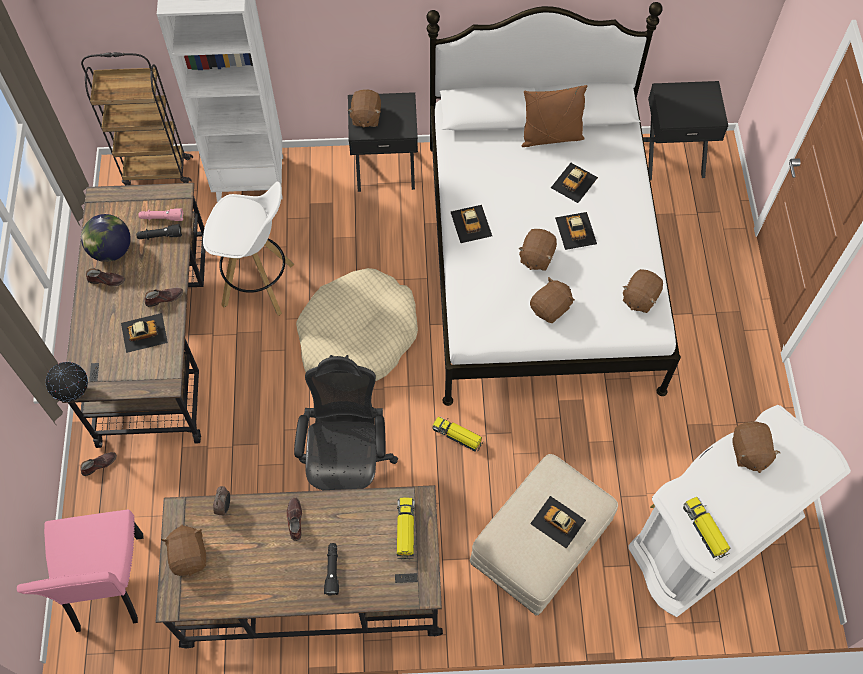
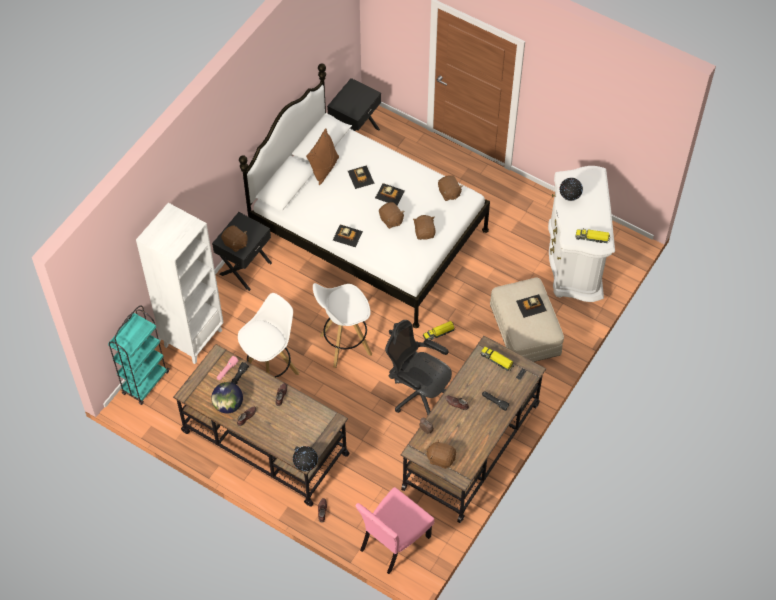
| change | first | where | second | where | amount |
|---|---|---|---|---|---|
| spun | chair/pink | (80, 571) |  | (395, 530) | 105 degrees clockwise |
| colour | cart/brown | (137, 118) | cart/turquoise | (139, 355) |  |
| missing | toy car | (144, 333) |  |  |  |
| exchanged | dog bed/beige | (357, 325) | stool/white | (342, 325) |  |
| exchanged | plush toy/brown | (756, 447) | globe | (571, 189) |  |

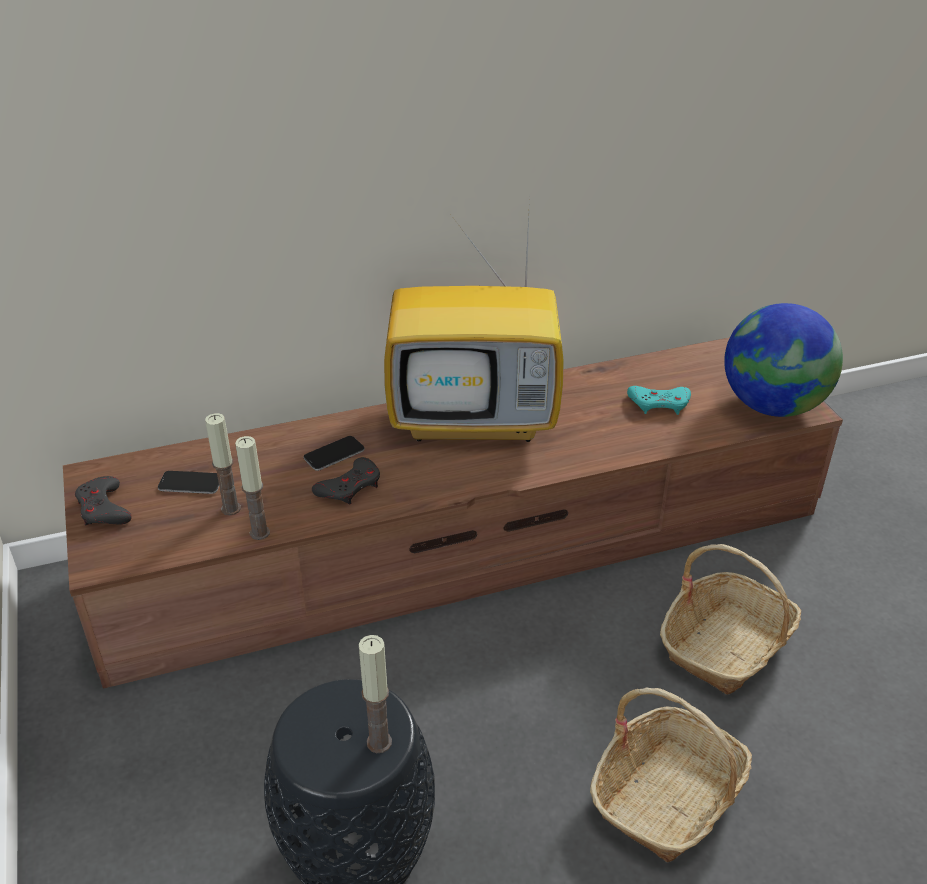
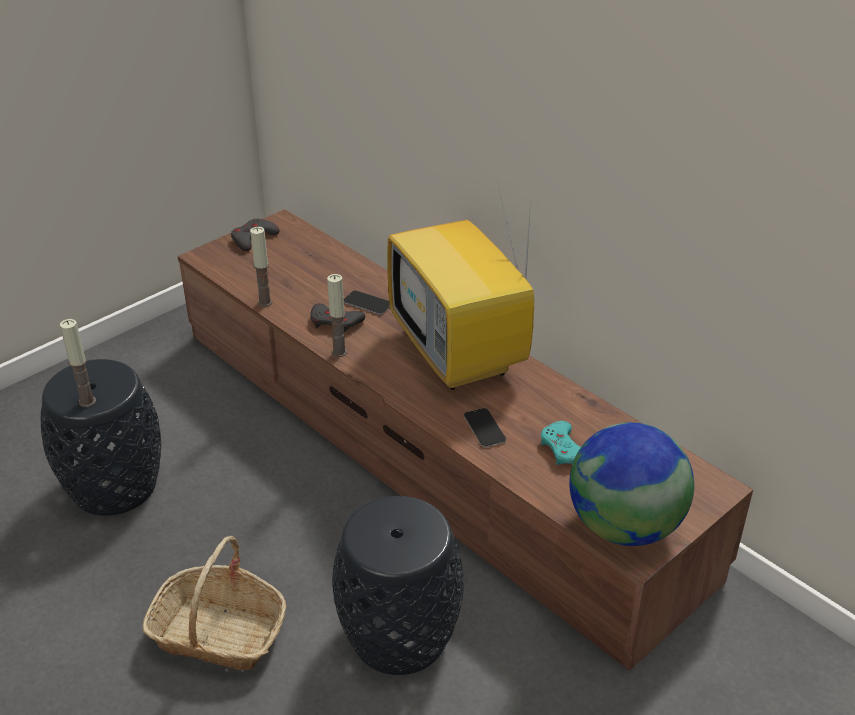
| change | first | where | second | where | amount |
|---|---|---|---|---|---|
| relocated | phone | (188, 482) |  | (485, 427) |  |
| relocated | candle | (223, 464) |  | (337, 315) |  |
| exchanged | basket | (730, 619) | stool/black | (398, 585) |  |

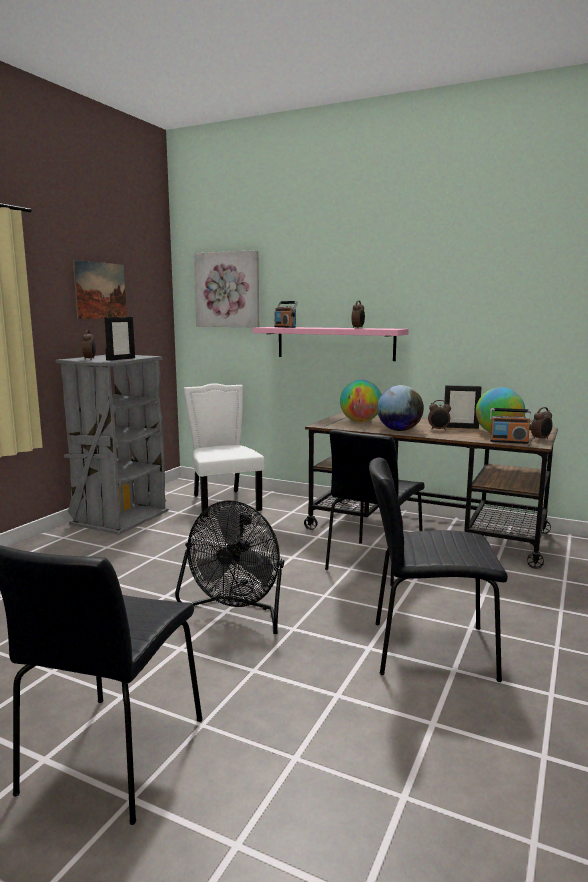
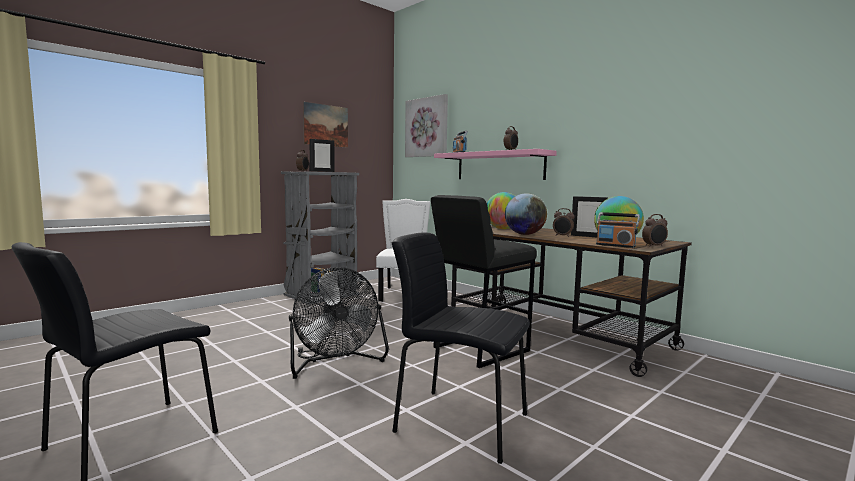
| change | first | where | second | where | amount |
|---|---|---|---|---|---|
| spun | fan/black | (229, 567) |  | (339, 323) | 75 degrees counterclockwise |
| exchanged | chair/black | (375, 508) | stool/black | (484, 281) |  |

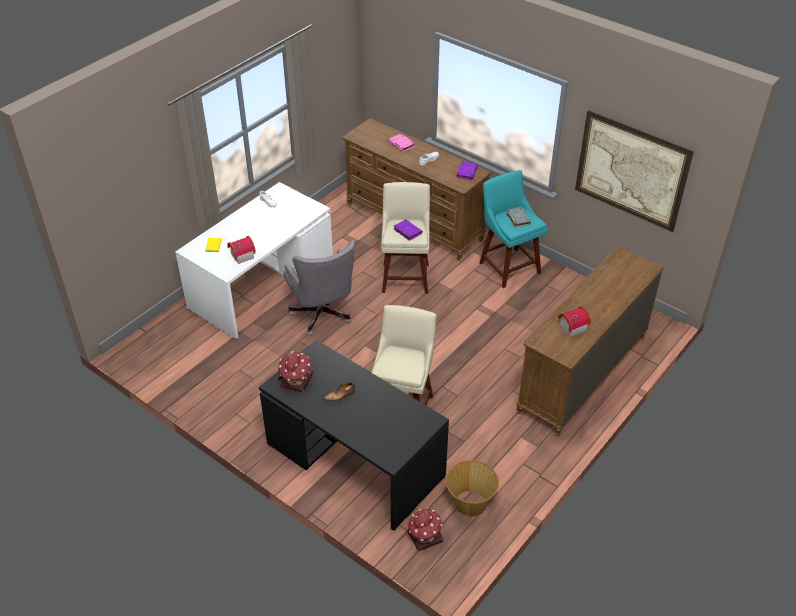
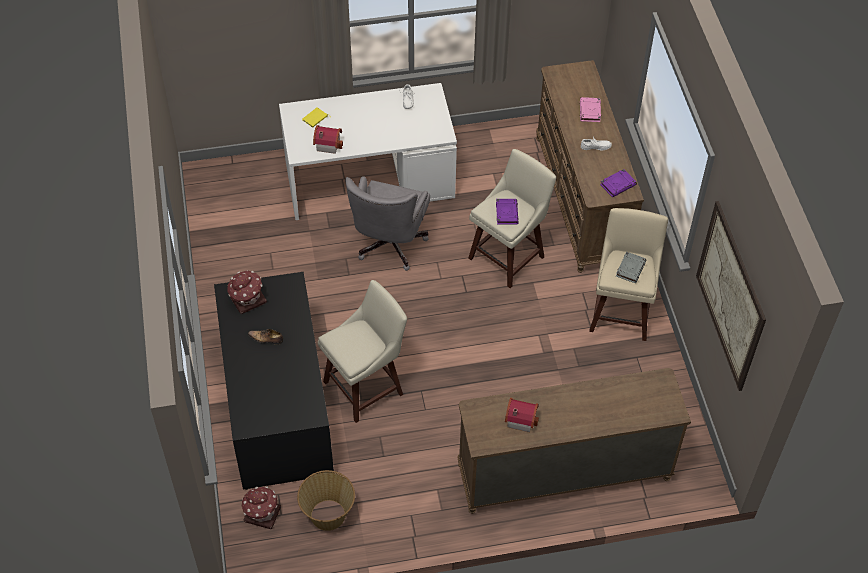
| change | first | where | second | where | amount |
|---|---|---|---|---|---|
| colour | stool/turquoise | (513, 229) | stool/beige | (628, 274) |  |

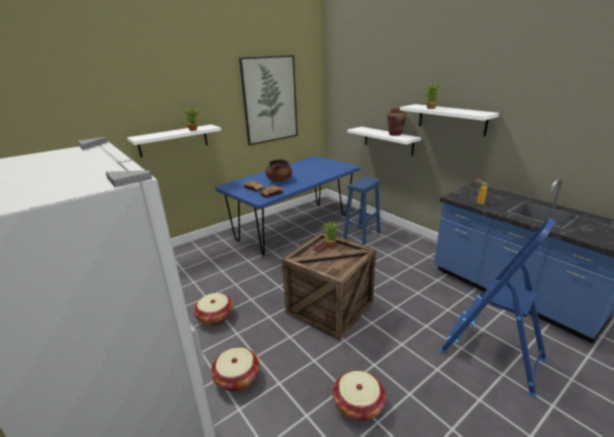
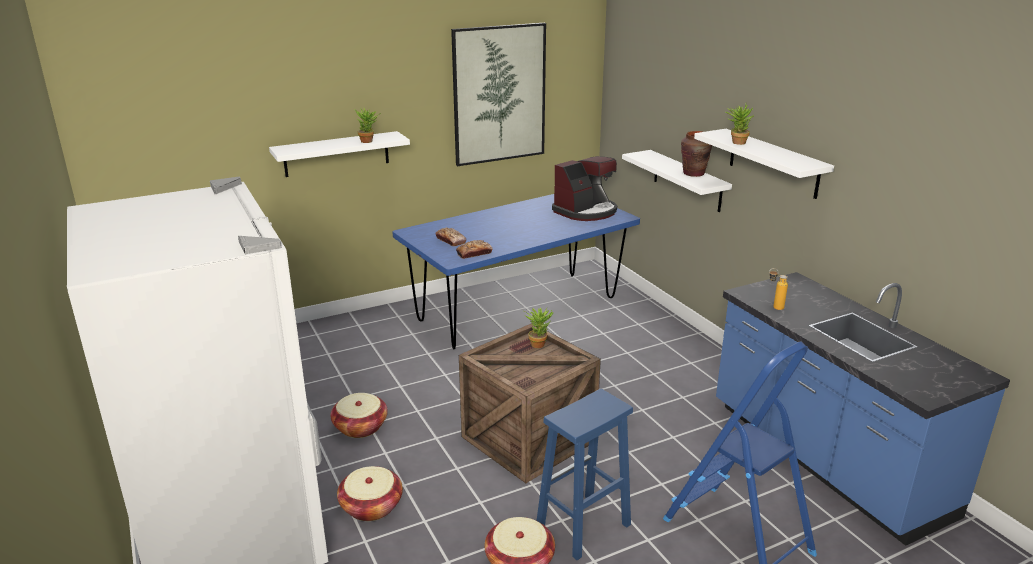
| change | first | where | second | where | amount |
|---|---|---|---|---|---|
| missing | cooking pot/brown | (278, 170) |  |  |  |
| relocated | stool/blue | (362, 211) |  | (585, 474) |  |
| appeared |  |  | coffee machine | (584, 188) |  |

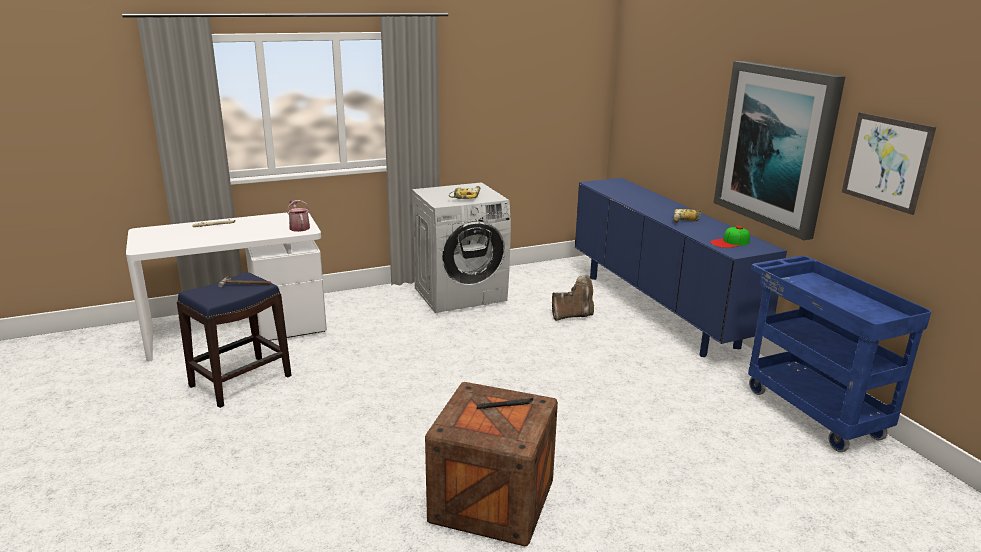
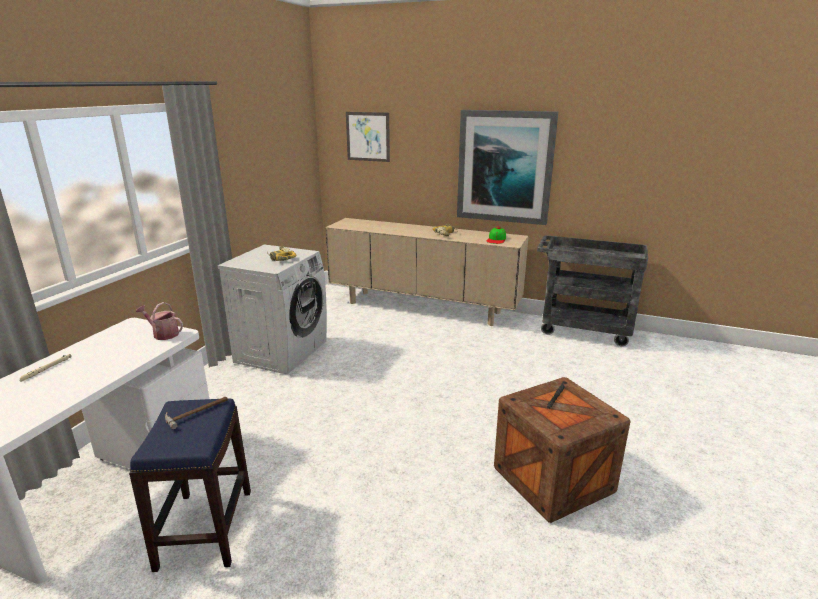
| change | first | where | second | where | amount |
|---|---|---|---|---|---|
| missing | boot/brown | (573, 298) |  |  |  |
| colour | cabinet/blue | (681, 267) | cabinet/beige | (427, 272) |  |
| colour | cart/blue | (839, 353) | cart/black | (592, 290) |  |
| relocated | picture | (889, 163) |  | (368, 137) |  |

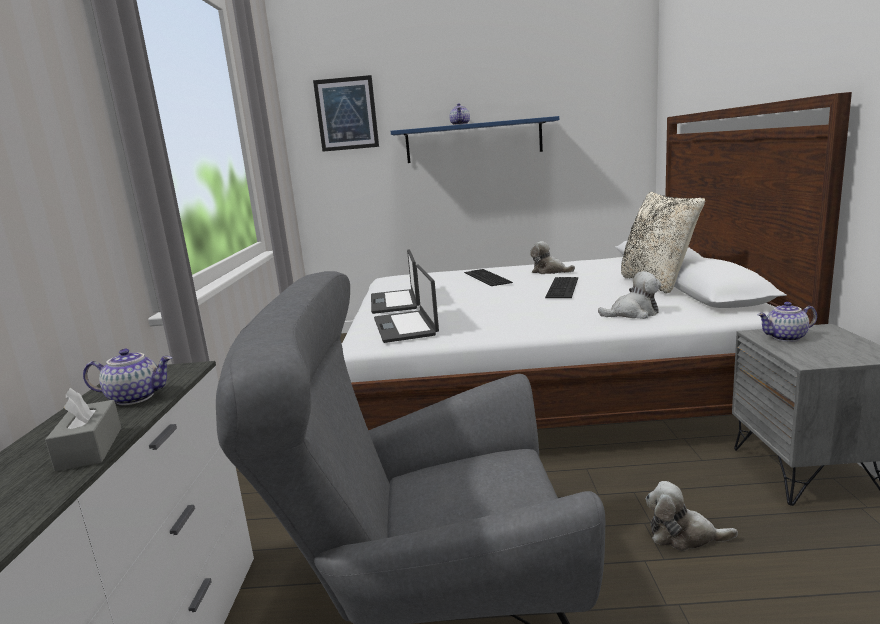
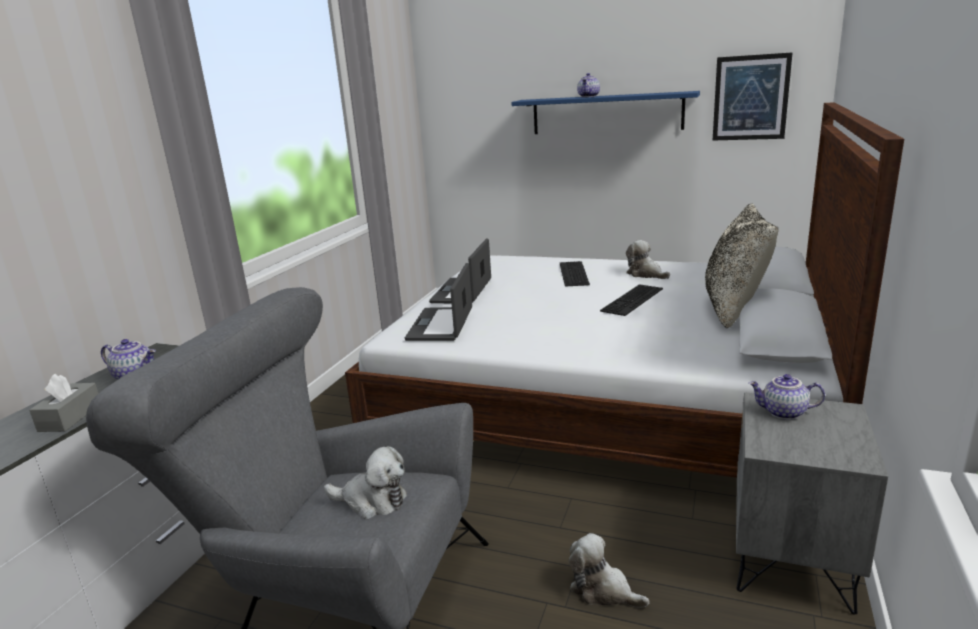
| change | first | where | second | where | amount |
|---|---|---|---|---|---|
| relocated | picture | (346, 113) |  | (753, 96) |  |
| relocated | plush toy | (629, 295) |  | (365, 482) |  |

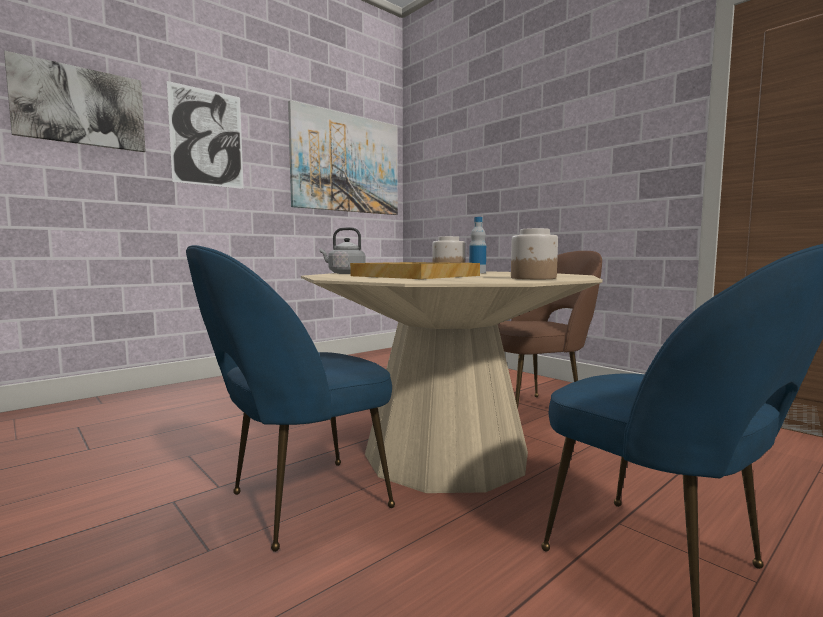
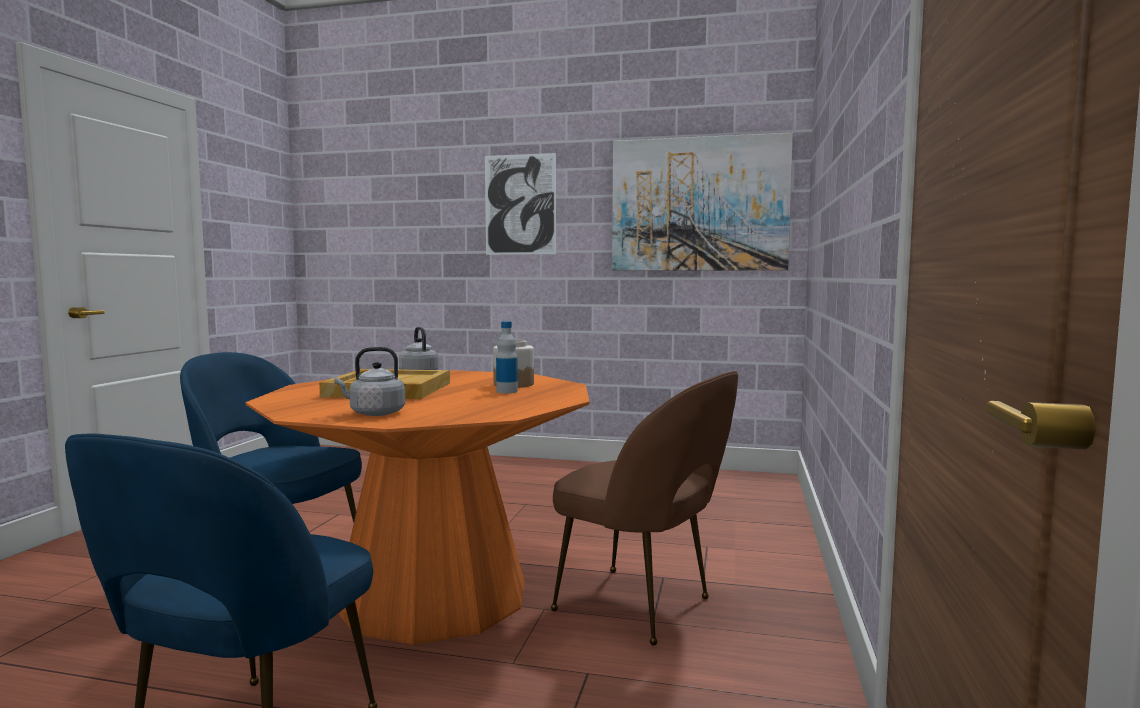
| change | first | where | second | where | amount |
|---|---|---|---|---|---|
| missing | picture | (74, 101) |  |  |  |
| colour | dining table/beige | (452, 382) | dining table/orange | (418, 507) |  |
| exchanged | jar | (534, 253) | kettle/grey | (369, 381) |  |

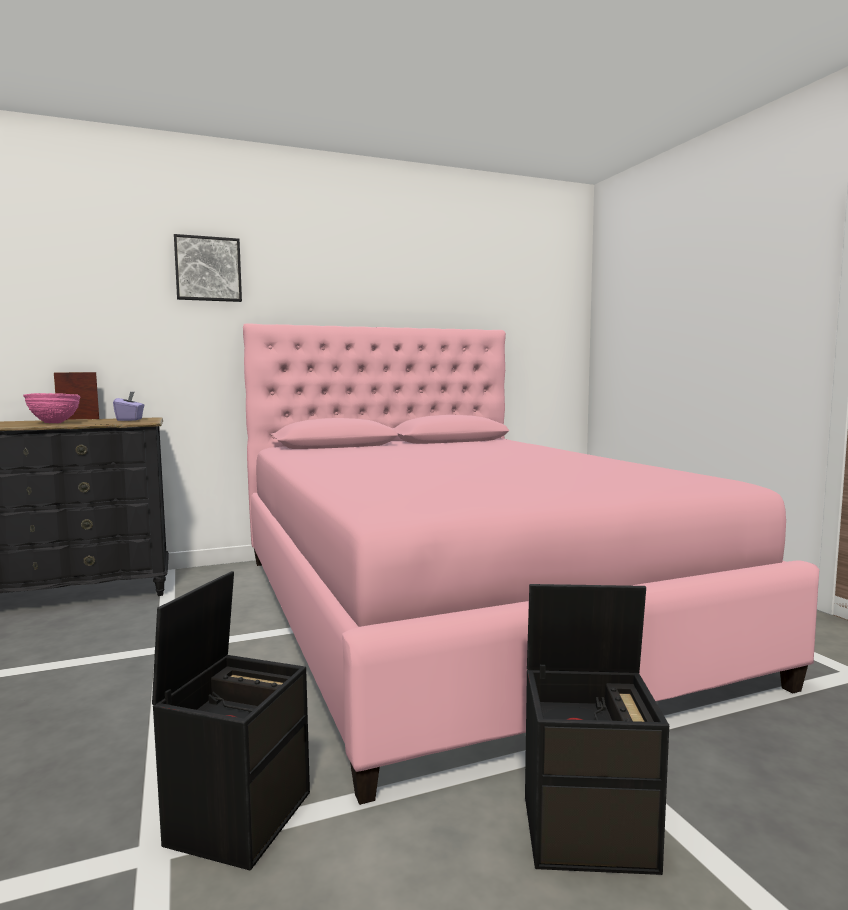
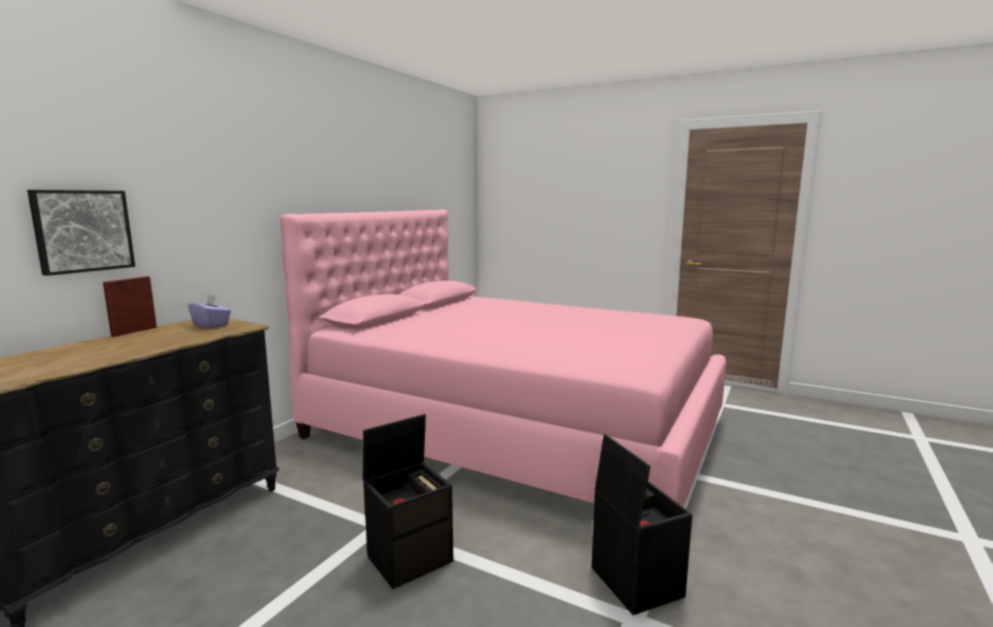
| change | first | where | second | where | amount |
|---|---|---|---|---|---|
| missing | bowl/pink | (51, 408) |  |  |  |
| relocated | picture | (208, 268) |  | (81, 233) |  |
| relocated | storage box/black | (597, 729) |  | (408, 501) |  |

